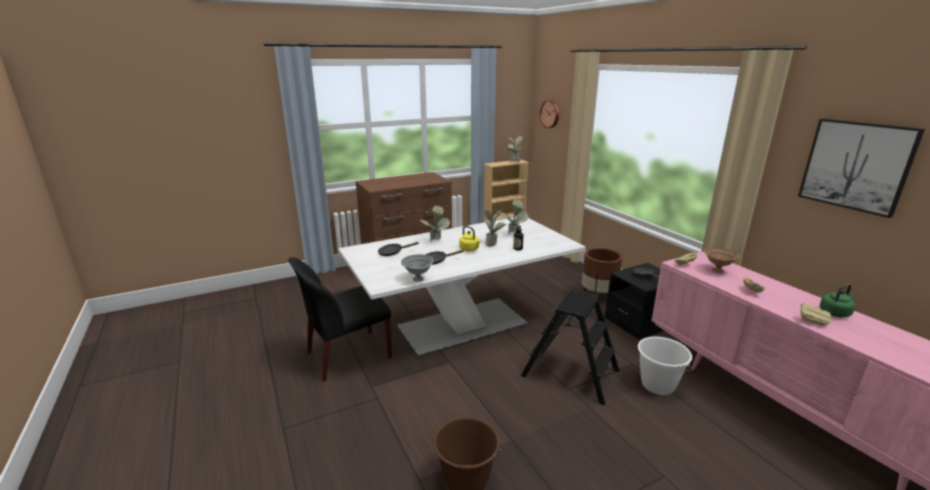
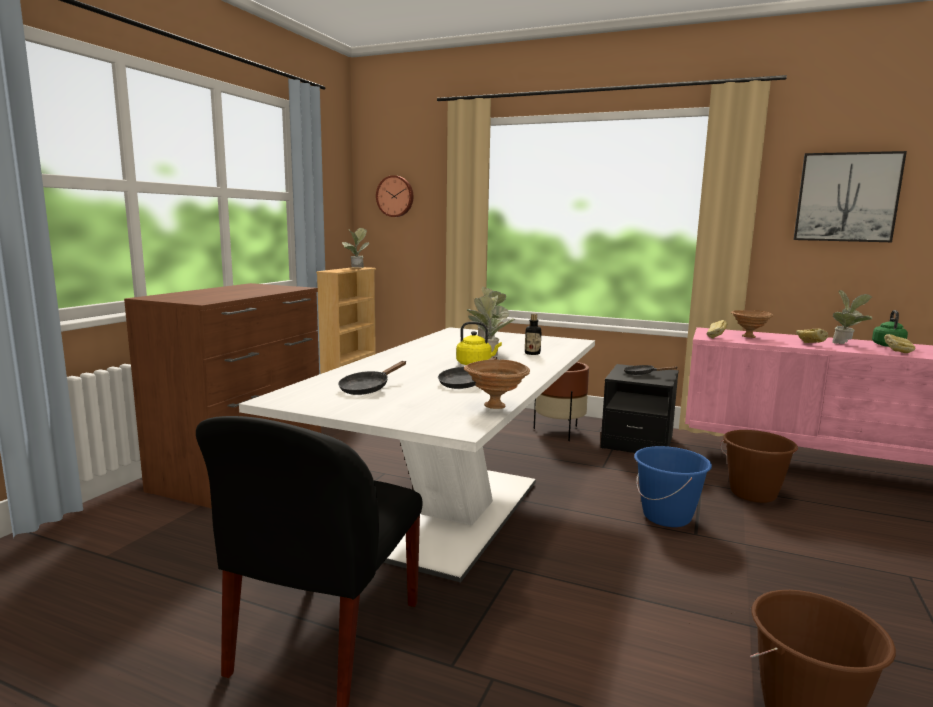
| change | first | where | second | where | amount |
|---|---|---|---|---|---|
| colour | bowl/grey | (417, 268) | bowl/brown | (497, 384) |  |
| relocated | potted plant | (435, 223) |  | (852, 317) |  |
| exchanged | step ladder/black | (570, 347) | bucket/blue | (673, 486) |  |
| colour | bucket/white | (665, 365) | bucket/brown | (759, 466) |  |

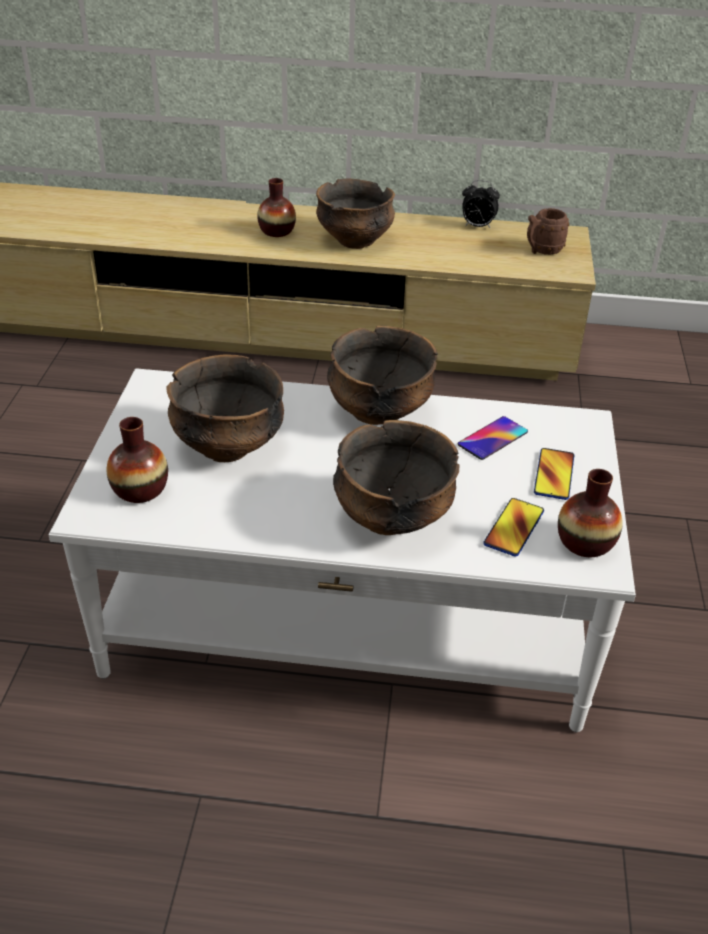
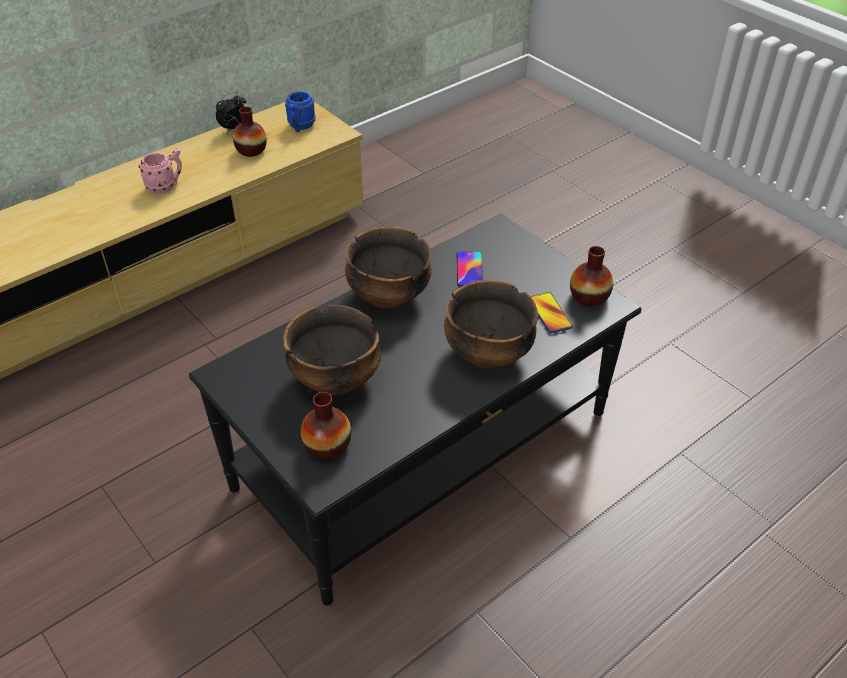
| change | first | where | second | where | amount |
|---|---|---|---|---|---|
| colour | coffee table/white | (342, 550) | coffee table/black | (415, 409) |  |
| relocated | vase | (276, 207) |  | (250, 132) |  |
| exchanged | bowl | (355, 213) | mug/pink | (160, 171) |  |
| colour | mug/brown | (548, 231) | mug/blue | (300, 111) |  |
| missing | phone | (554, 474) |  |  |  |

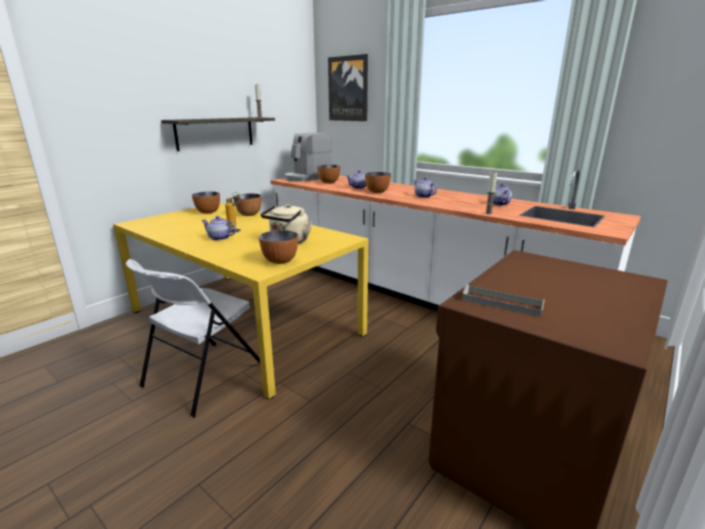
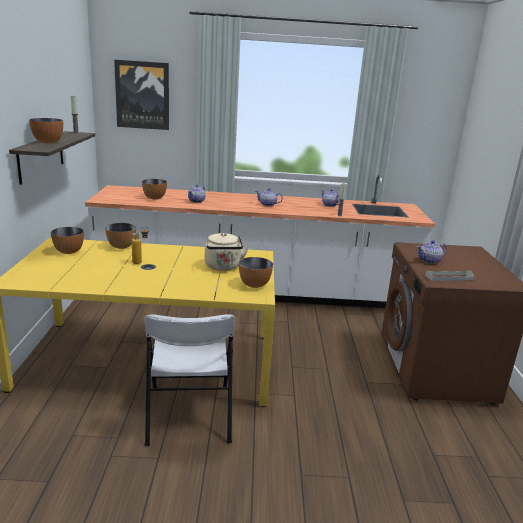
| change | first | where | second | where | amount |
|---|---|---|---|---|---|
| relocated | teapot | (218, 228) |  | (432, 252) |  |
| missing | coffee machine | (308, 157) |  |  |  |
| relocated | bowl | (378, 182) |  | (46, 130) |  |

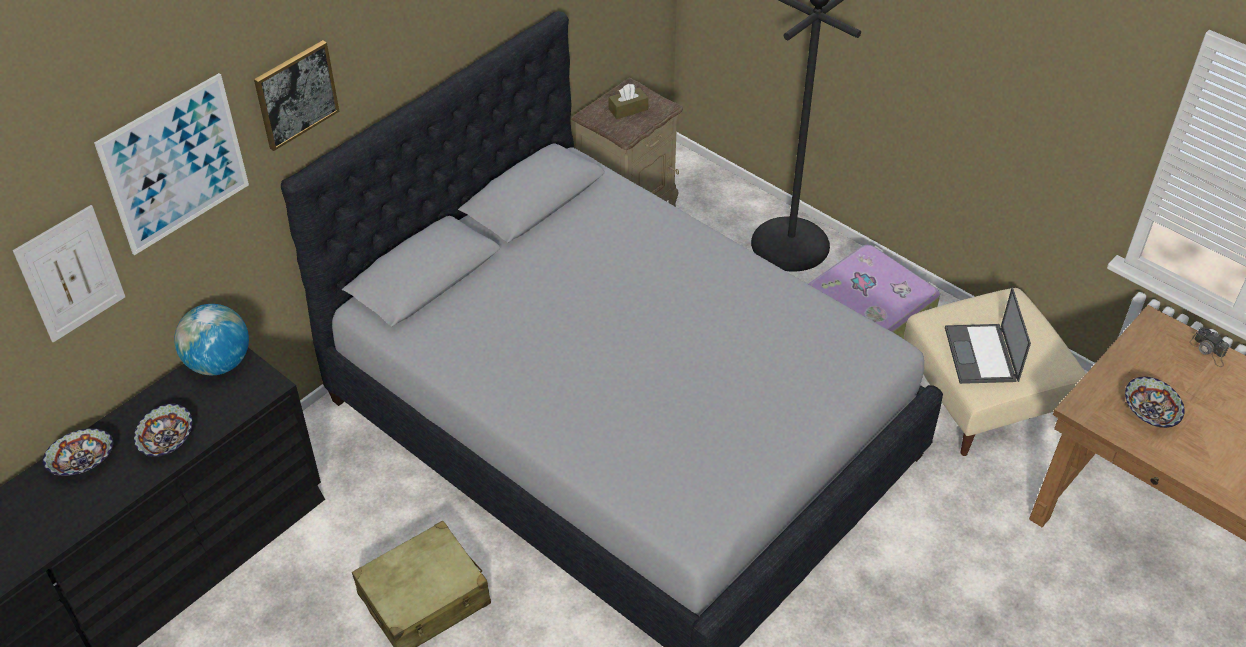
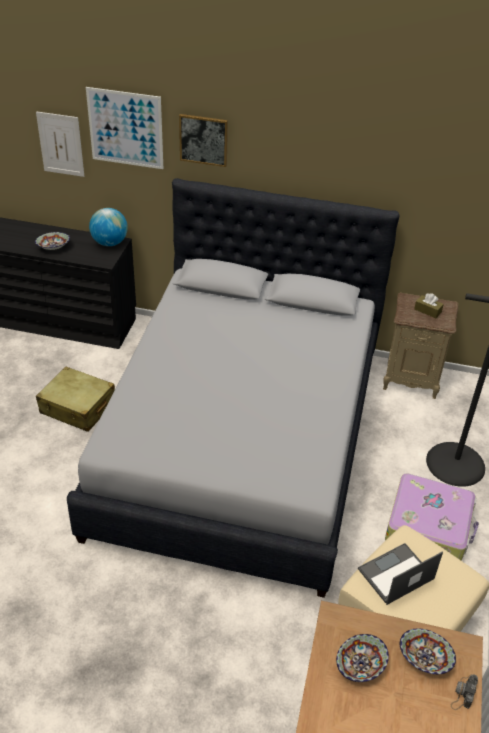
| change | first | where | second | where | amount |
|---|---|---|---|---|---|
| relocated | bowl | (78, 452) |  | (428, 651) |  |

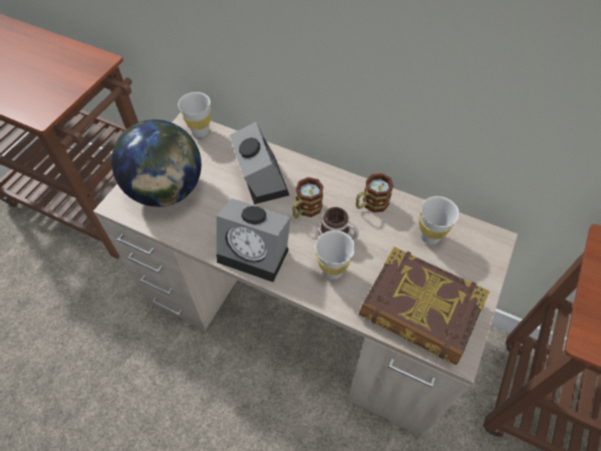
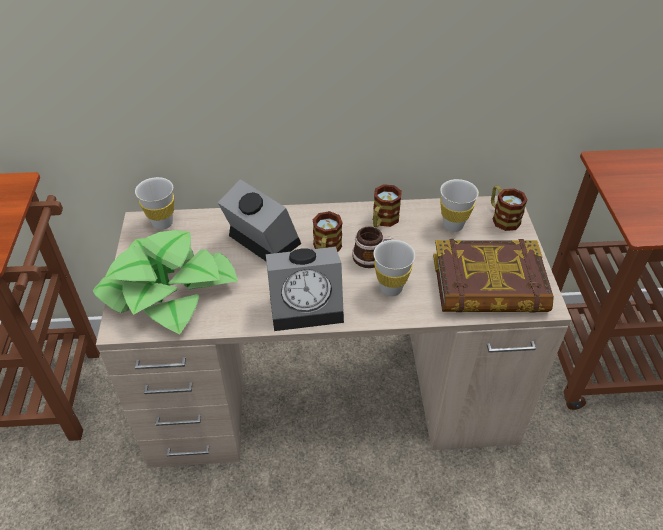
| change | first | where | second | where | amount |
|---|---|---|---|---|---|
| exchanged | globe | (156, 163) | potted plant | (165, 282) |  |
| appeared |  |  | mug | (509, 208) |  |

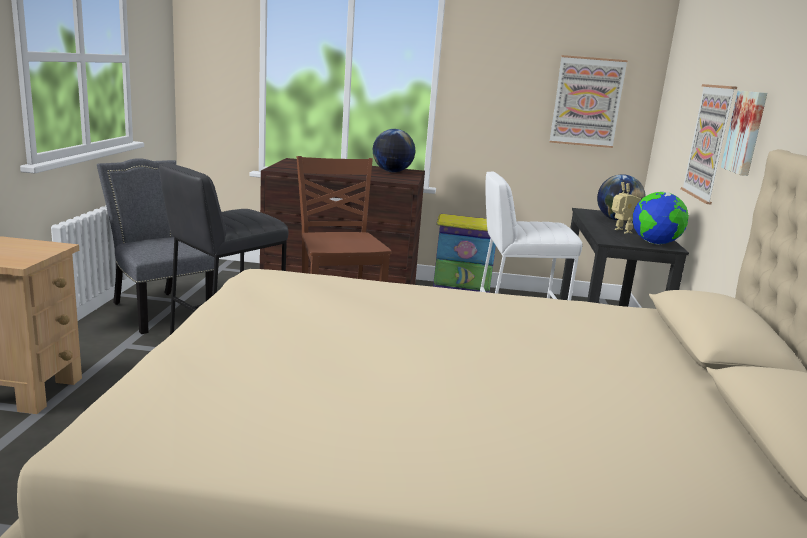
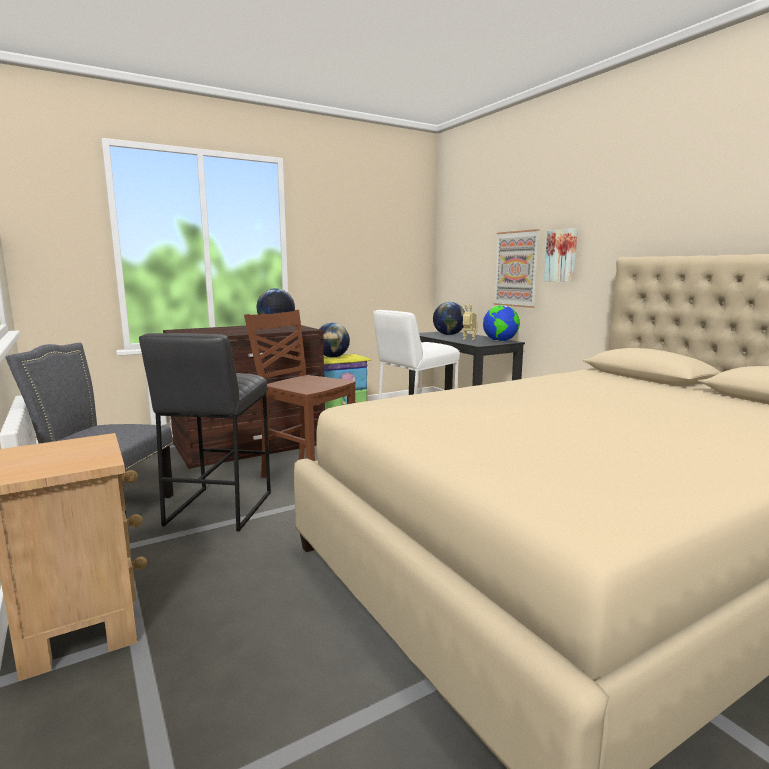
| change | first | where | second | where | amount |
|---|---|---|---|---|---|
| missing | picture | (588, 101) |  |  |  |
| appeared |  |  | globe | (334, 340) |  |

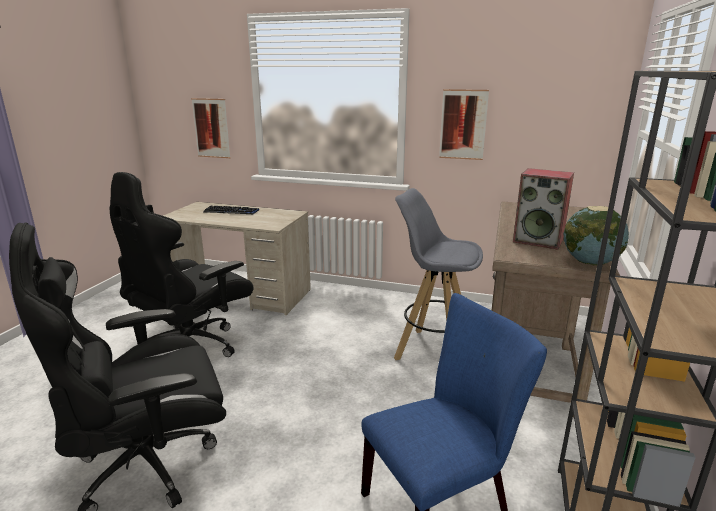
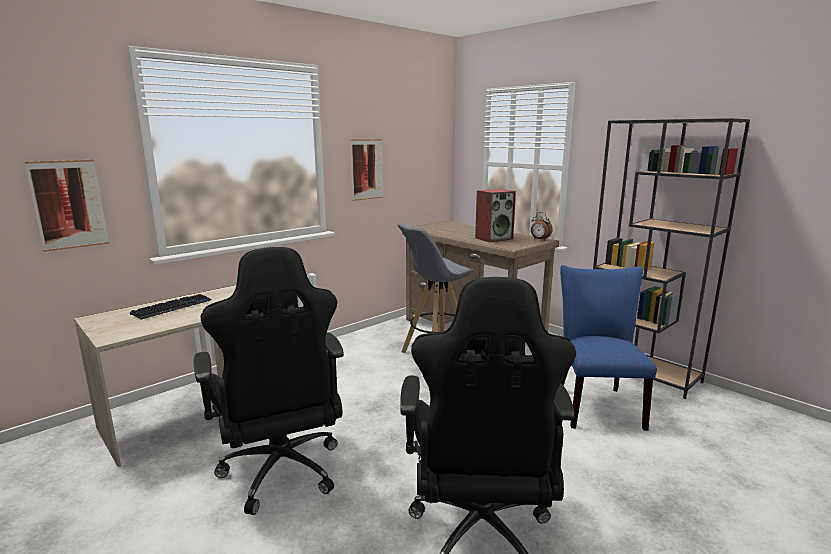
| change | first | where | second | where | amount |
|---|---|---|---|---|---|
| exchanged | globe | (596, 236) | alarm clock | (542, 226) |  |

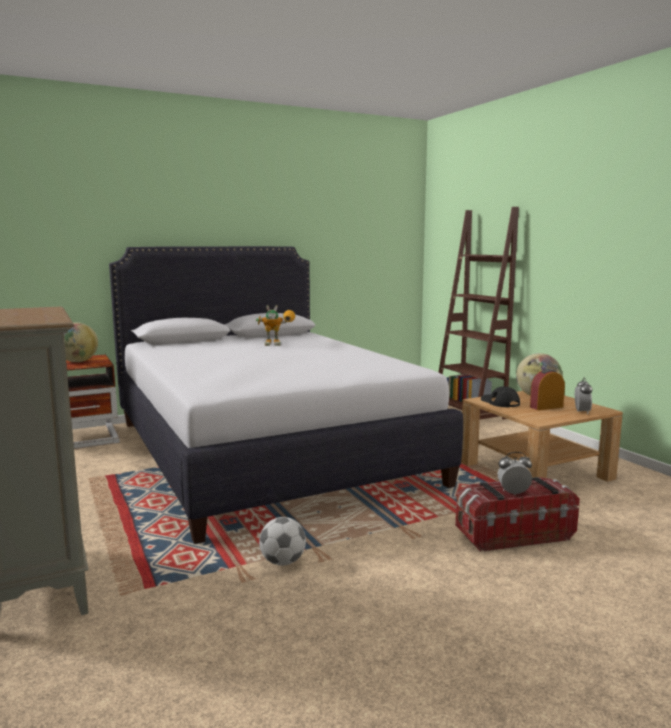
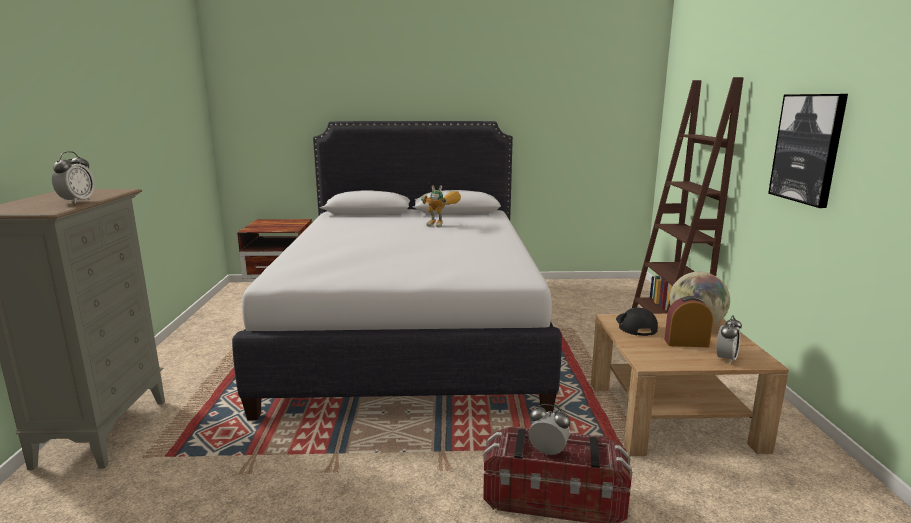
| change | first | where | second | where | amount |
|---|---|---|---|---|---|
| missing | globe | (81, 342) |  |  |  |
| missing | football | (282, 541) |  |  |  |
| appeared |  |  | alarm clock | (73, 177) |  |
| appeared |  |  | picture | (808, 151) |  |

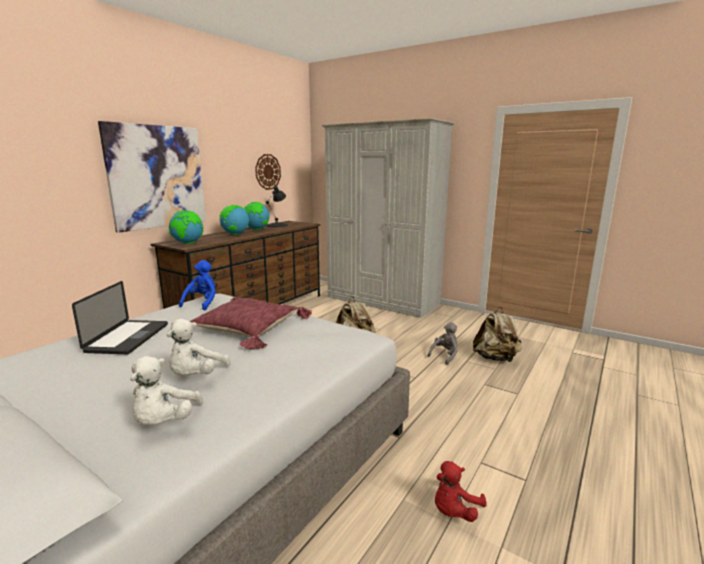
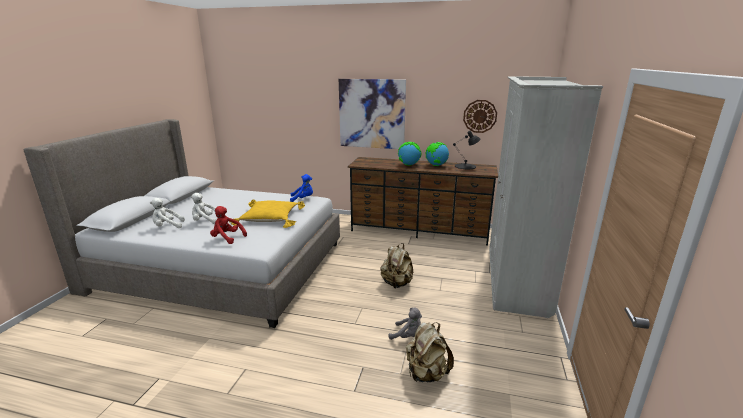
| change | first | where | second | where | amount |
|---|---|---|---|---|---|
| missing | laptop | (120, 317) |  |  |  |
| missing | globe | (186, 227) |  |  |  |
| colour | pillow/red | (251, 323) | pillow/yellow | (267, 213) |  |
| relocated | plush toy/red | (460, 491) |  | (228, 225) |  |

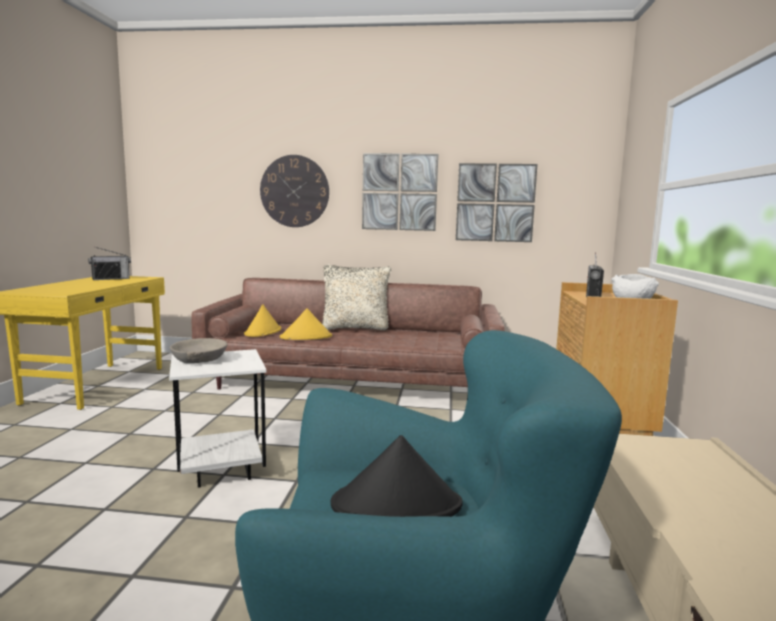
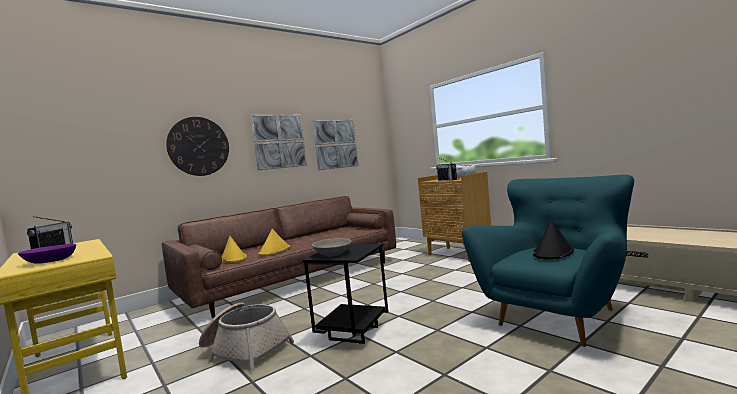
| change | first | where | second | where | amount |
|---|---|---|---|---|---|
| colour | side table/white | (218, 418) | side table/black | (345, 294) |  |
| missing | pillow/beige | (356, 298) |  |  |  |
| appeared |  |  | bowl/purple | (47, 254) |  |
| appeared |  |  | basket | (246, 337) |  |

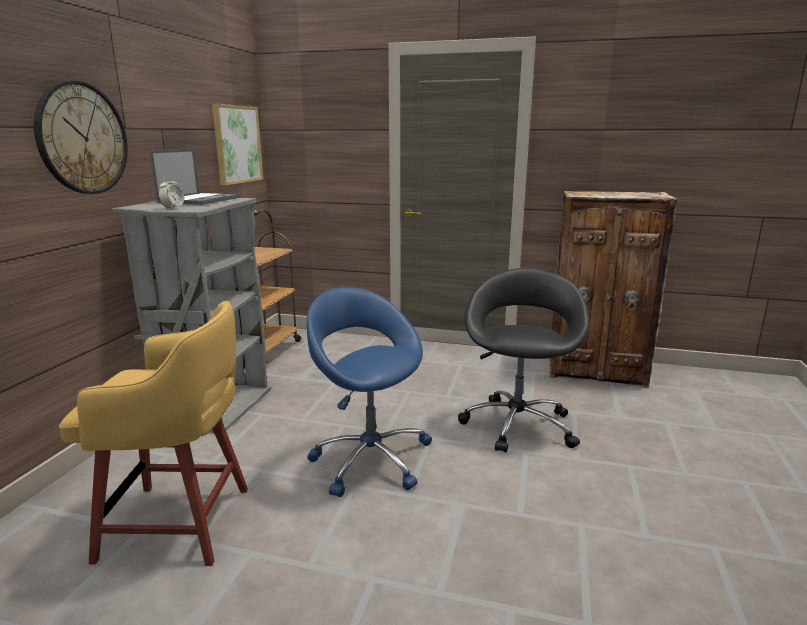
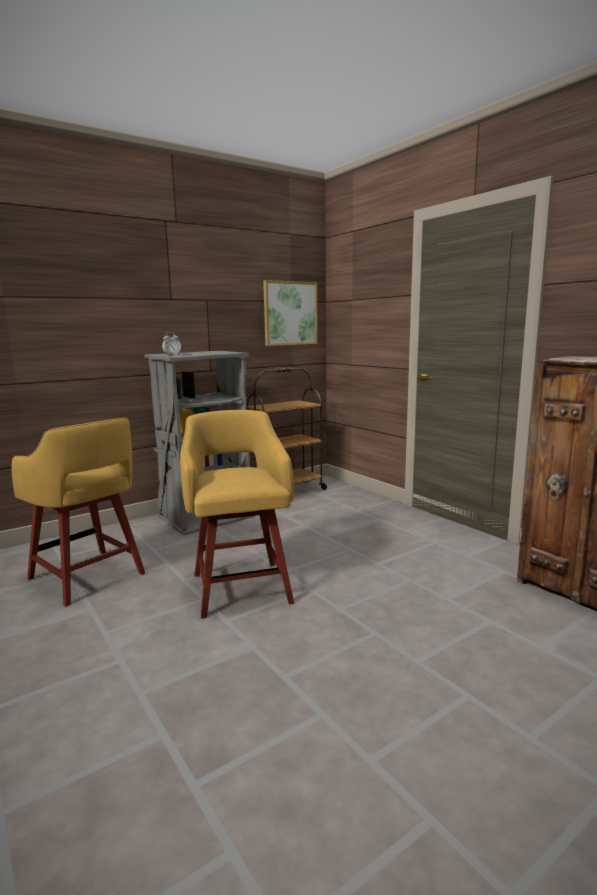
| change | first | where | second | where | amount |
|---|---|---|---|---|---|
| missing | wall clock | (81, 137) |  |  |  |
| missing | laptop | (195, 177) |  |  |  |
| exchanged | office chair/blue | (369, 392) | stool/yellow | (237, 514) |  |
| missing | office chair/black | (524, 360) |  |  |  |

